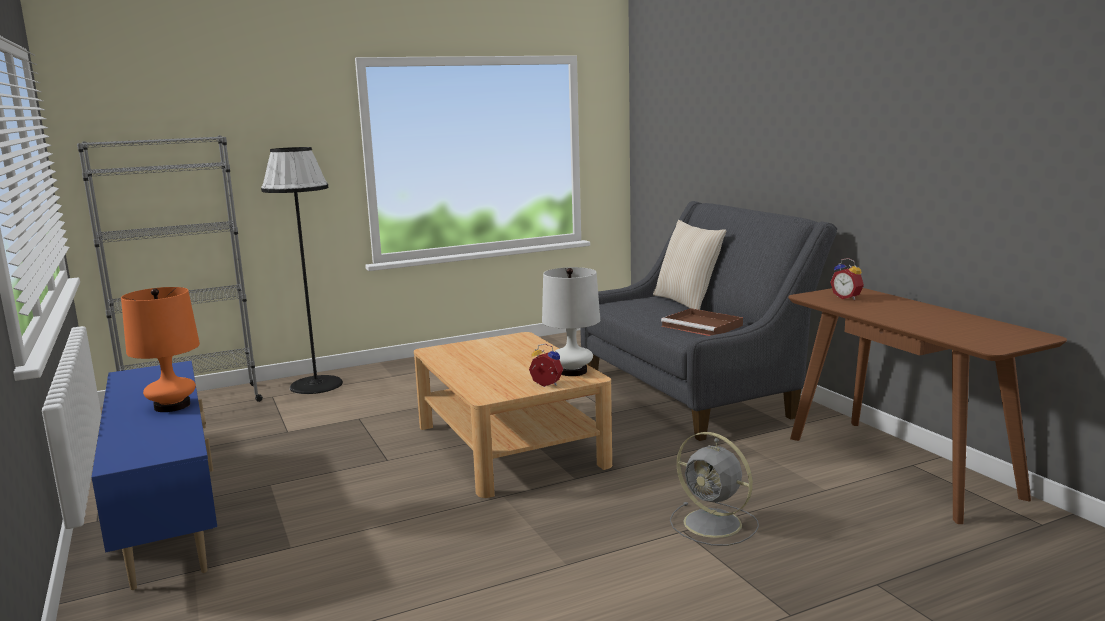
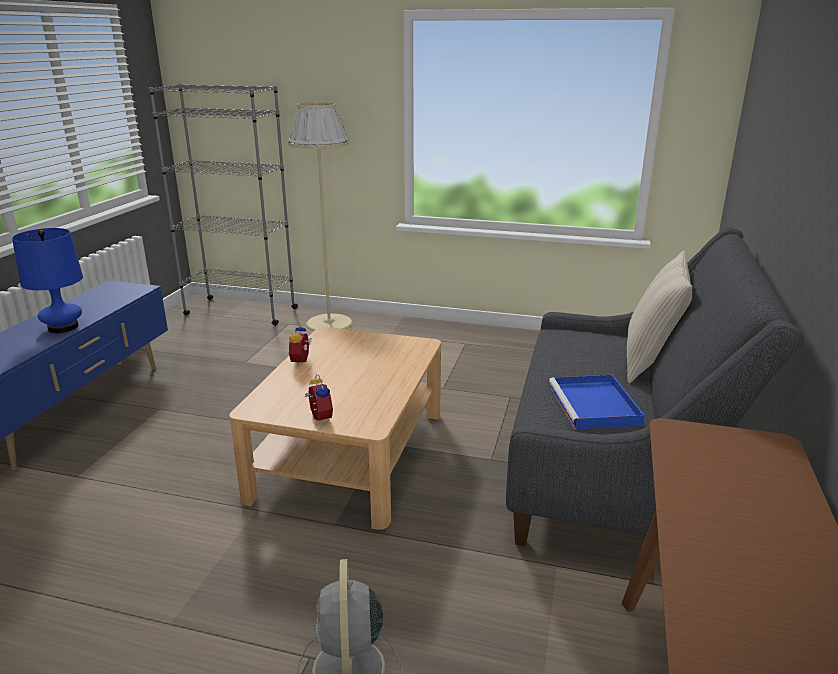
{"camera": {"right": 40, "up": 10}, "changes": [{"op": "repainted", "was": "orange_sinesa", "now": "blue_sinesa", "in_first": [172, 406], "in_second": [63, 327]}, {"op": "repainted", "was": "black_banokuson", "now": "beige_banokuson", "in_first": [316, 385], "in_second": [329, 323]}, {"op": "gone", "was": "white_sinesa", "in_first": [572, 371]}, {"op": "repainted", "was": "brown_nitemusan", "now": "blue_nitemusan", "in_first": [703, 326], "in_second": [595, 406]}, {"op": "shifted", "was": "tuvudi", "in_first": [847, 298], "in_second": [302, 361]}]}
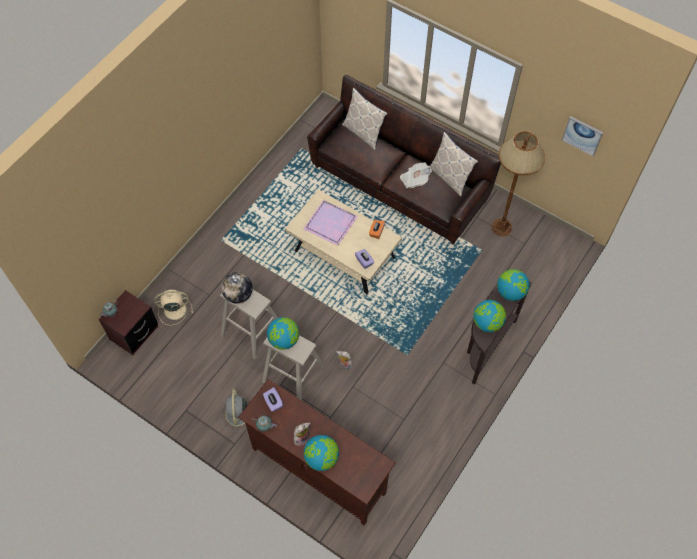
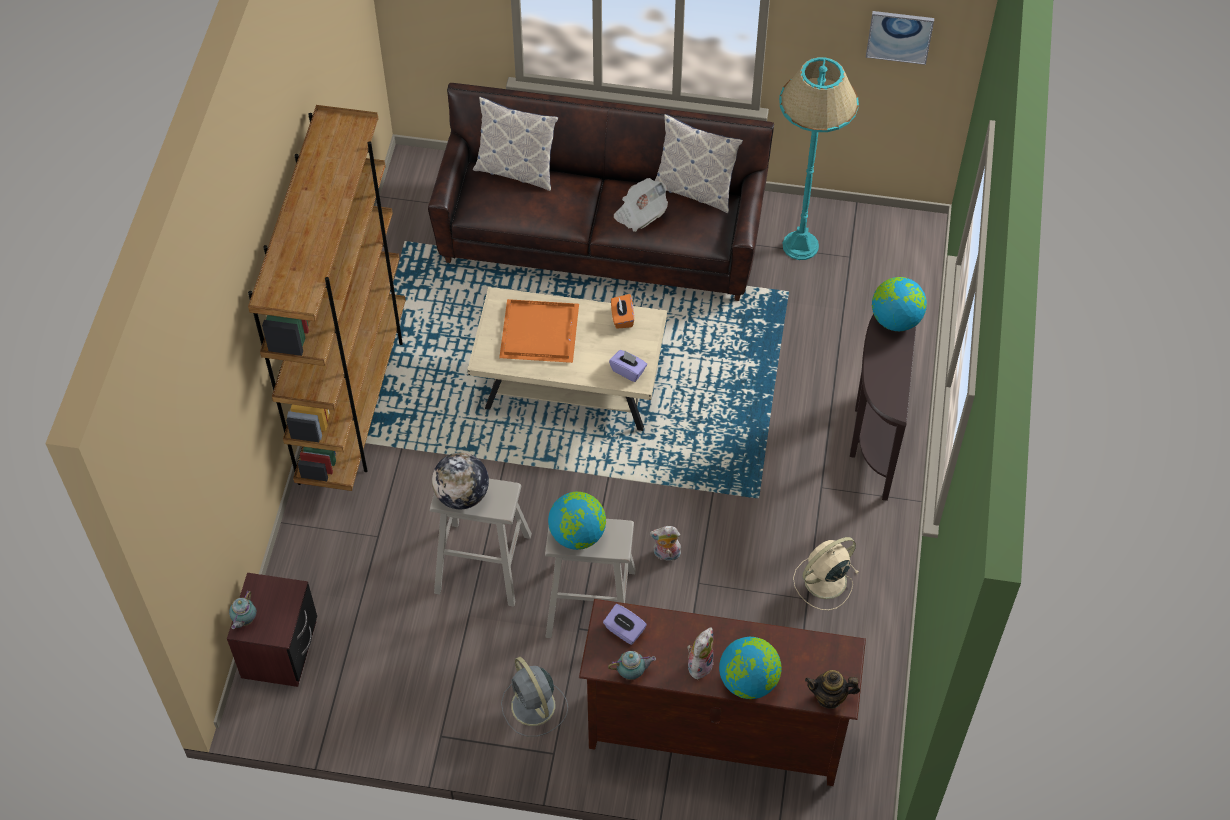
{"camera": {"right": -25, "up": -5}, "changes": [{"op": "shifted", "was": "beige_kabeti", "in_first": [174, 310], "in_second": [823, 581]}, {"op": "repainted", "was": "purple_nitemusan", "now": "orange_nitemusan", "in_first": [331, 224], "in_second": [541, 334]}, {"op": "gone", "was": "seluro", "in_first": [487, 323]}, {"op": "repainted", "was": "brown_banokuson", "now": "turquoise_banokuson", "in_first": [501, 227], "in_second": [800, 246]}, {"op": "new", "now": "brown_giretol", "in_second": [353, 401]}, {"op": "new", "now": "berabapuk", "in_second": [829, 697]}]}
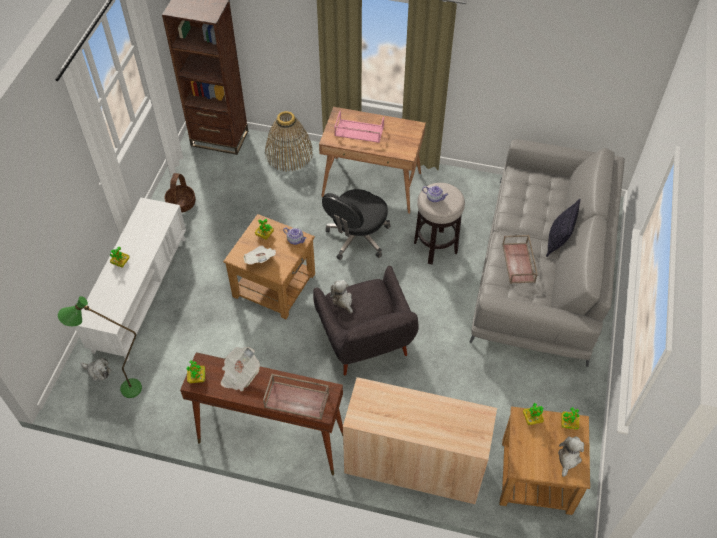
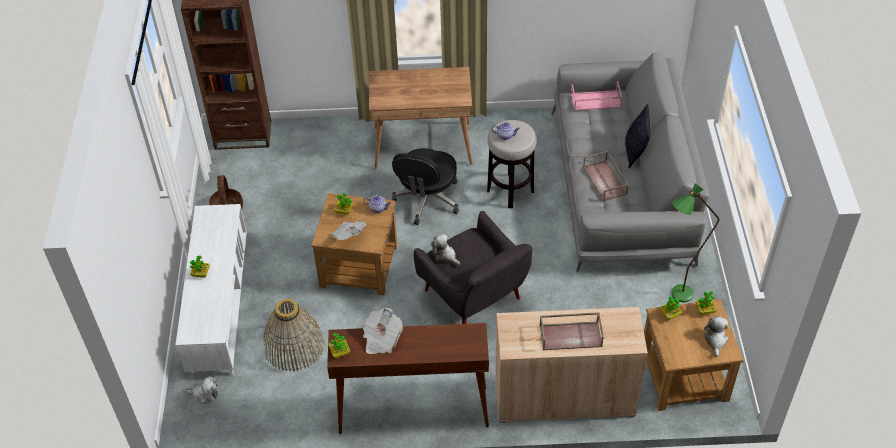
{"camera": {"right": -15, "up": -5}, "changes": [{"op": "shifted", "was": "green_banokuson", "in_first": [123, 390], "in_second": [675, 297]}, {"op": "shifted", "was": "brown_nitemusan", "in_first": [297, 399], "in_second": [571, 335]}, {"op": "shifted", "was": "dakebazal", "in_first": [289, 154], "in_second": [294, 346]}, {"op": "shifted", "was": "pink_nitemusan", "in_first": [358, 131], "in_second": [595, 101]}]}
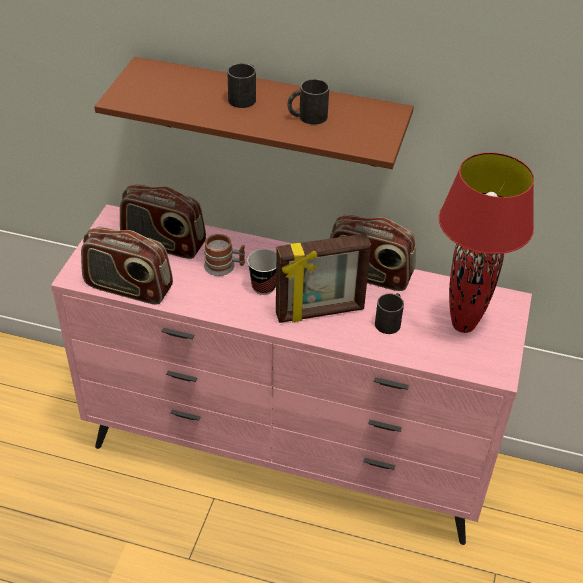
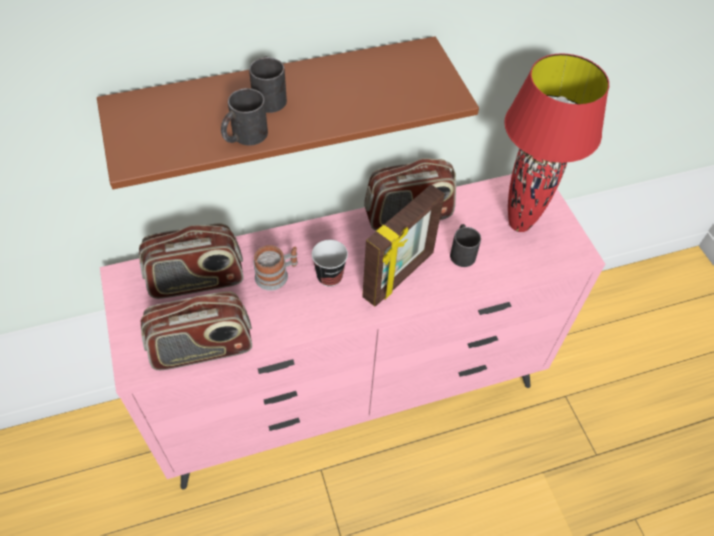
{"camera": {"right": -35, "up": 10}, "changes": [{"op": "shifted", "was": "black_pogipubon", "in_first": [307, 117], "in_second": [244, 136]}]}
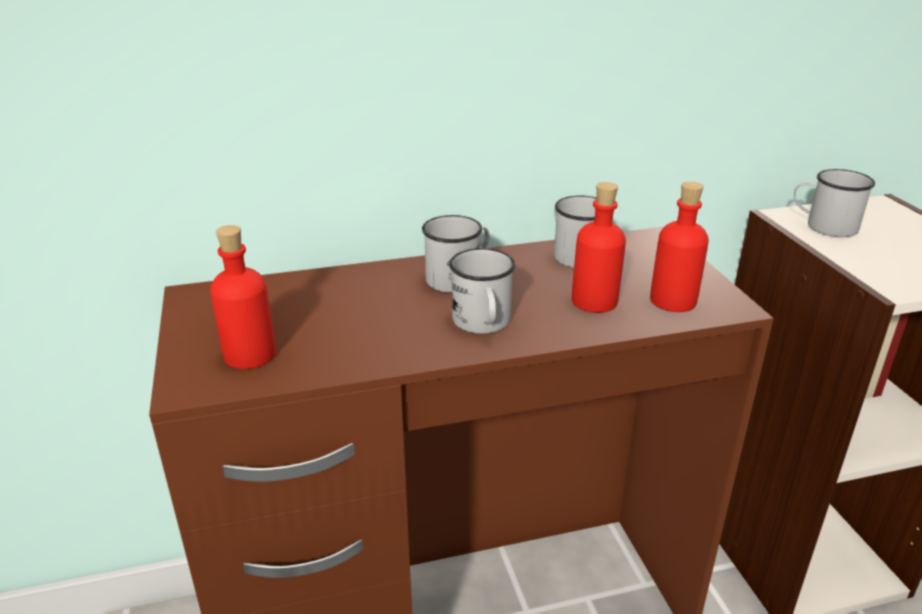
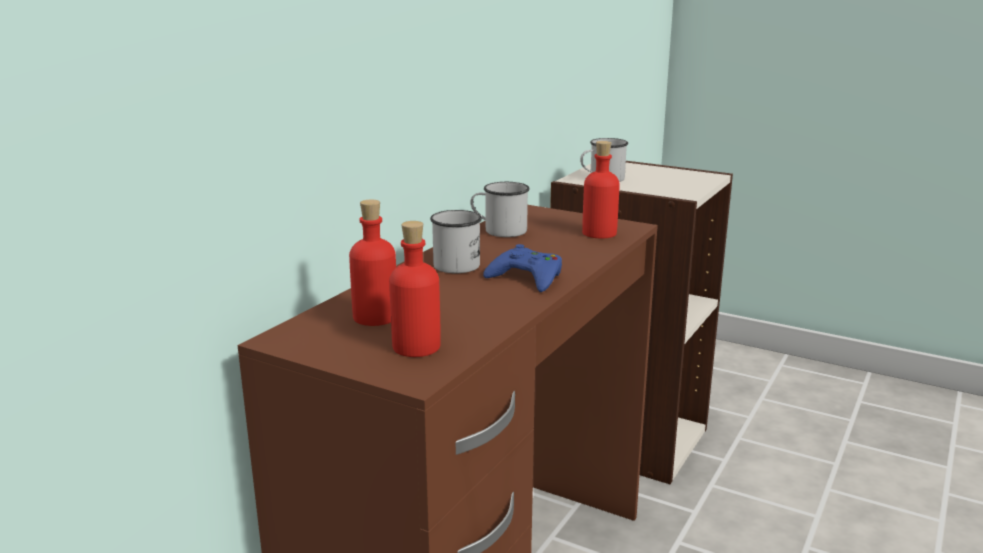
{"camera": {"right": -45, "up": -10}, "changes": [{"op": "swapped", "was": "white_pogipubon", "now": "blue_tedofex", "in_first": [483, 324], "in_second": [526, 277]}, {"op": "shifted", "was": "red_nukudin", "in_first": [594, 301], "in_second": [375, 317]}]}
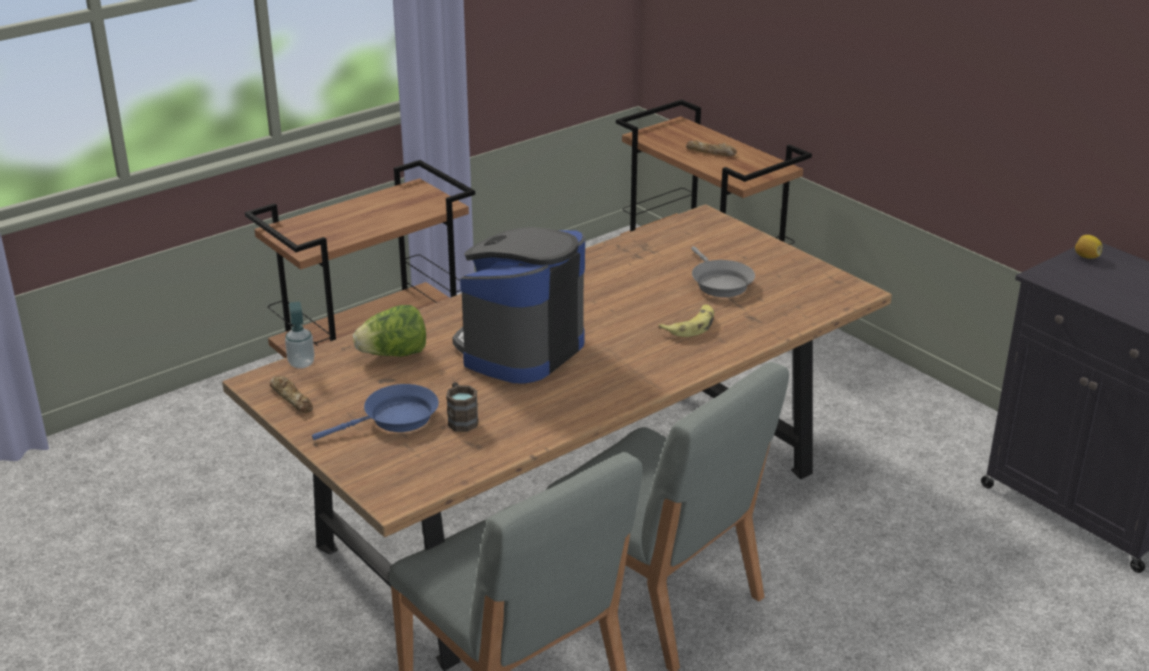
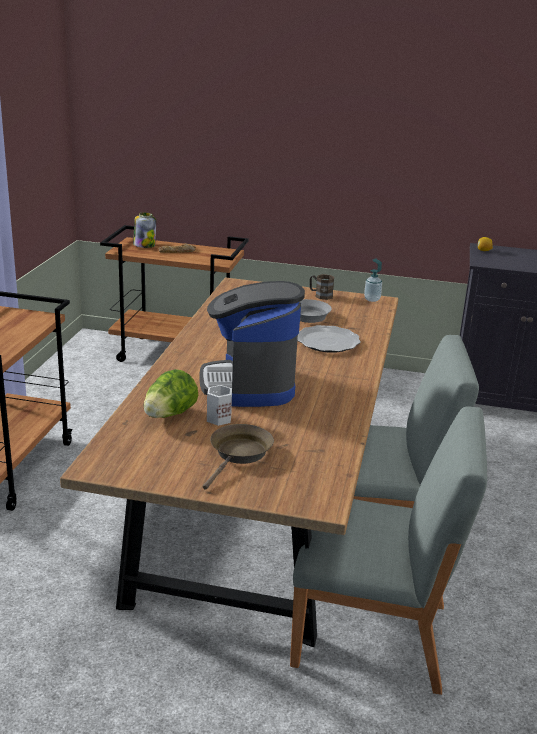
{"camera": {"right": -40, "up": -5}, "changes": [{"op": "gone", "was": "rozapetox", "in_first": [292, 398]}, {"op": "shifted", "was": "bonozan", "in_first": [301, 363], "in_second": [372, 299]}, {"op": "repainted", "was": "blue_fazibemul", "now": "brown_fazibemul", "in_first": [395, 419], "in_second": [239, 454]}, {"op": "shifted", "was": "brown_pogipubon", "in_first": [461, 419], "in_second": [320, 295]}, {"op": "swapped", "was": "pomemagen", "now": "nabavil", "in_first": [690, 326], "in_second": [327, 342]}, {"op": "new", "now": "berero", "in_second": [144, 245]}, {"op": "new", "now": "white_pogipubon", "in_second": [217, 418]}]}
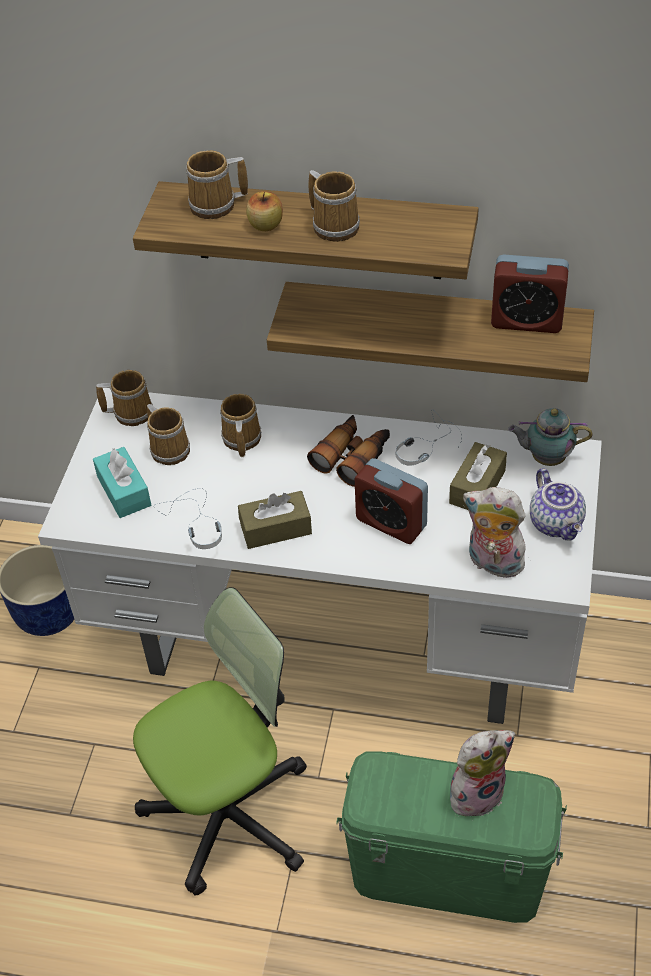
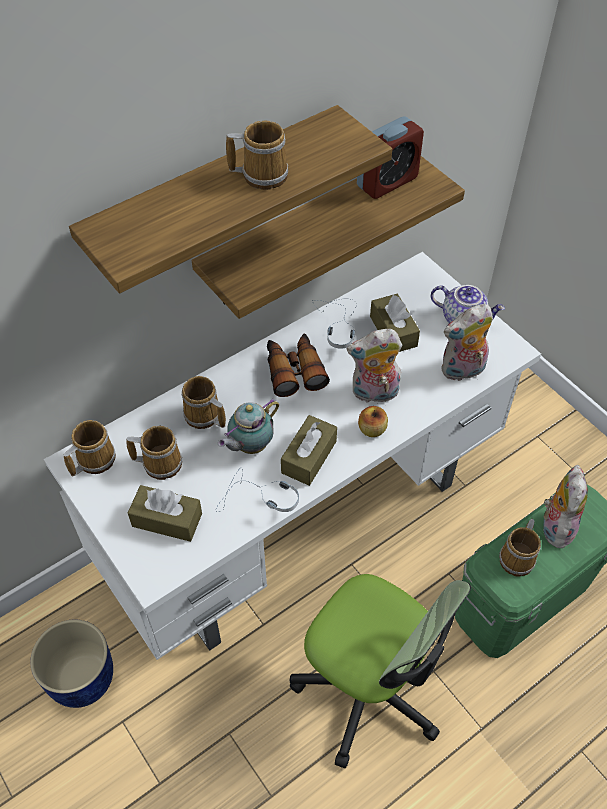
{"camera": {"right": -50, "up": 5}, "changes": [{"op": "repainted", "was": "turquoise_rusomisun", "now": "brown_rusomisun", "in_first": [124, 491], "in_second": [167, 520]}, {"op": "rotated", "was": "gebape", "in_first": [228, 813], "in_second": [369, 688], "clockwise": 120}, {"op": "shifted", "was": "pogipubon", "in_first": [216, 205], "in_second": [518, 558]}, {"op": "shifted", "was": "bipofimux", "in_first": [265, 225], "in_second": [372, 429]}, {"op": "swapped", "was": "tuvudi", "now": "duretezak", "in_first": [391, 523], "in_second": [374, 393]}, {"op": "shifted", "was": "berabapuk", "in_first": [545, 458], "in_second": [250, 446]}]}
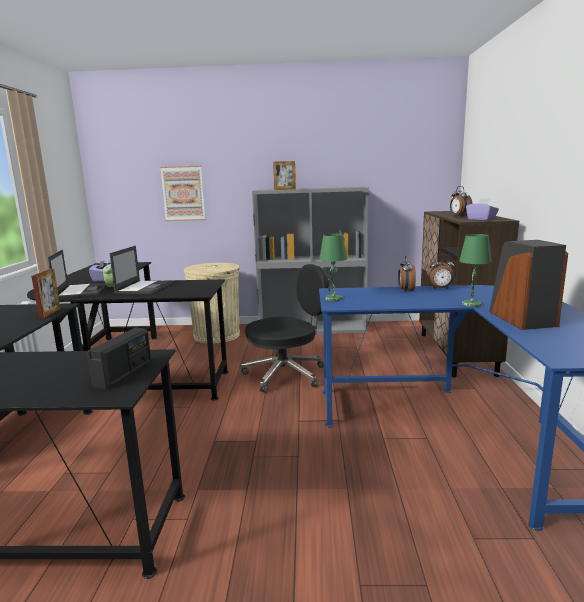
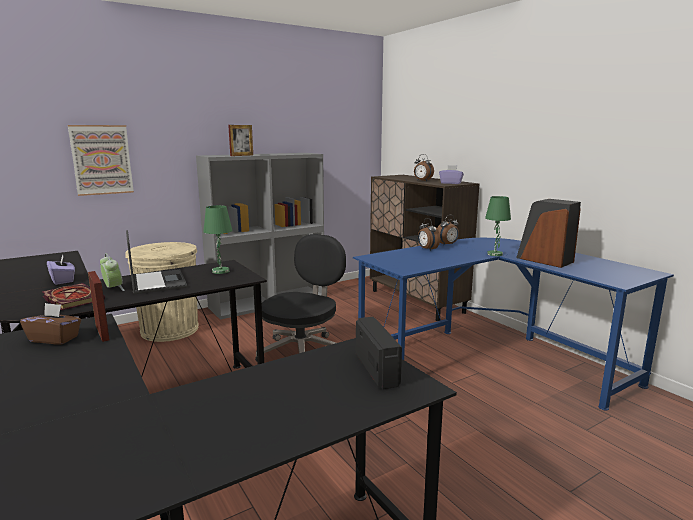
{"camera": {"right": -35, "up": 0}, "changes": [{"op": "swapped", "was": "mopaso", "now": "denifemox", "in_first": [81, 291], "in_second": [71, 299]}, {"op": "shifted", "was": "green_sinesa", "in_first": [333, 299], "in_second": [221, 271]}, {"op": "new", "now": "brown_rusomisun", "in_second": [54, 339]}]}
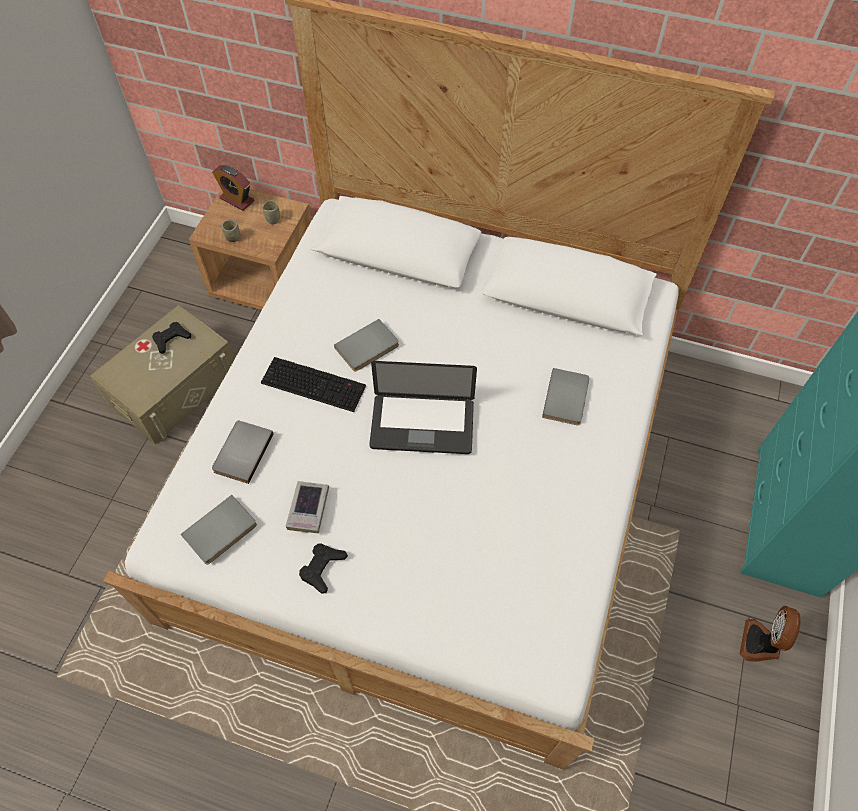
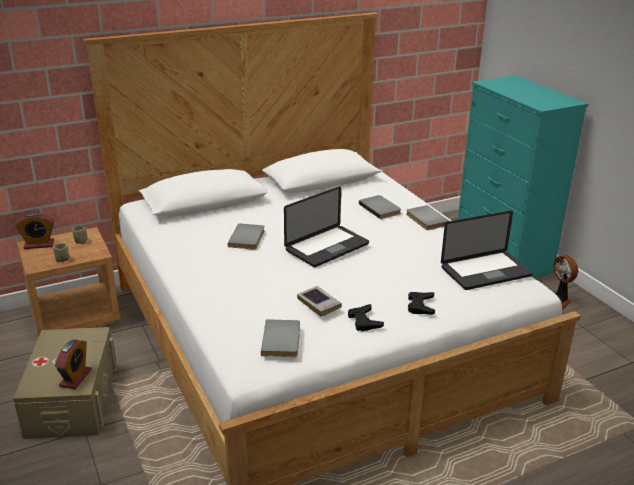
{"camera": {"right": -45, "up": -30}, "changes": [{"op": "shifted", "was": "black_tedofex", "in_first": [171, 339], "in_second": [420, 306]}, {"op": "shifted", "was": "grey_denifemox", "in_first": [241, 452], "in_second": [425, 219]}, {"op": "gone", "was": "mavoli", "in_first": [315, 383]}, {"op": "new", "now": "tuvudi", "in_second": [75, 378]}, {"op": "new", "now": "mopaso", "in_second": [485, 272]}]}
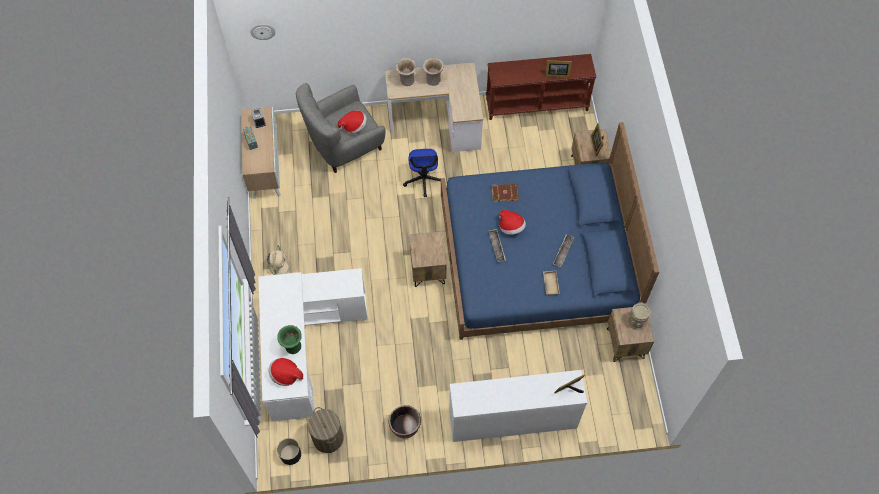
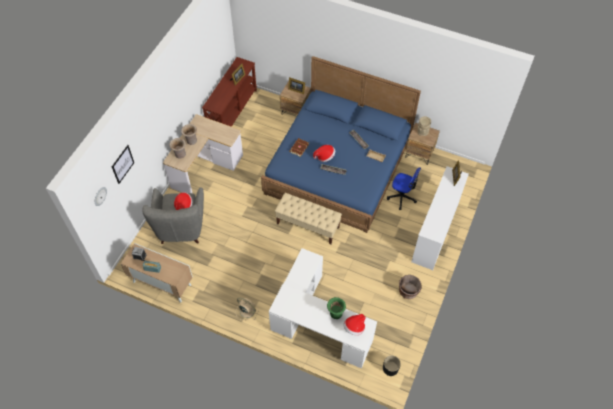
{"camera": {"right": -60, "up": -5}, "changes": [{"op": "gone", "was": "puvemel", "in_first": [328, 438]}, {"op": "shifted", "was": "gebape", "in_first": [423, 179], "in_second": [401, 197]}, {"op": "swapped", "was": "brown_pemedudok", "now": "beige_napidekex", "in_first": [428, 270], "in_second": [308, 225]}, {"op": "new", "now": "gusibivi", "in_second": [122, 164]}]}
